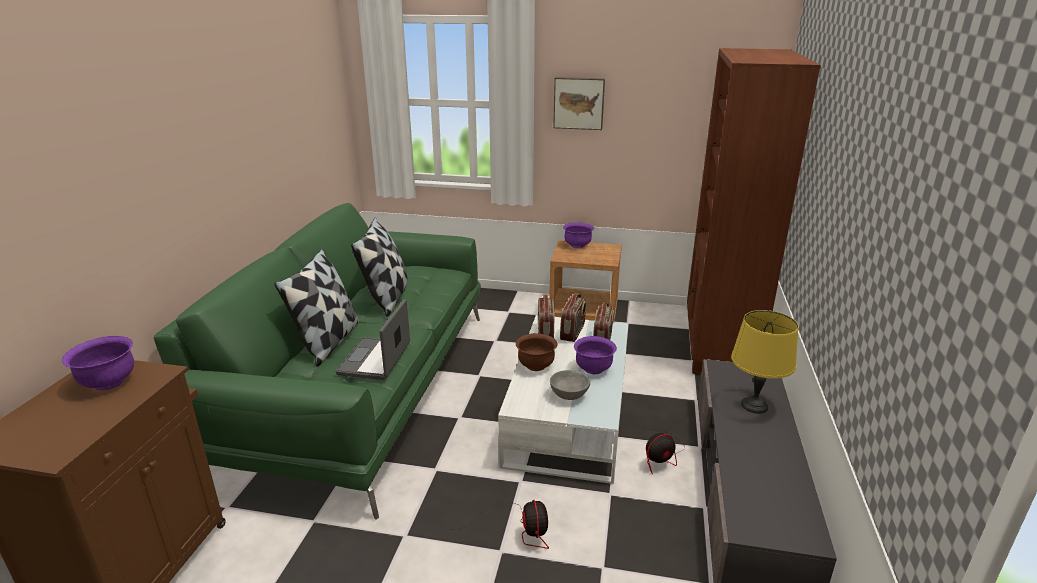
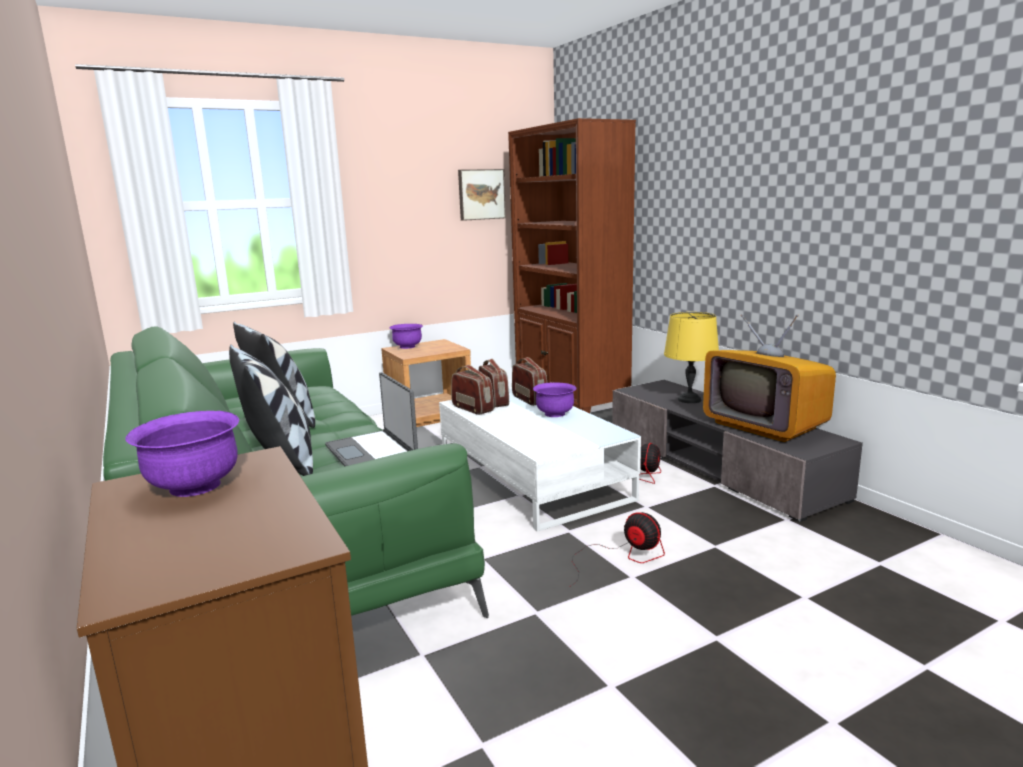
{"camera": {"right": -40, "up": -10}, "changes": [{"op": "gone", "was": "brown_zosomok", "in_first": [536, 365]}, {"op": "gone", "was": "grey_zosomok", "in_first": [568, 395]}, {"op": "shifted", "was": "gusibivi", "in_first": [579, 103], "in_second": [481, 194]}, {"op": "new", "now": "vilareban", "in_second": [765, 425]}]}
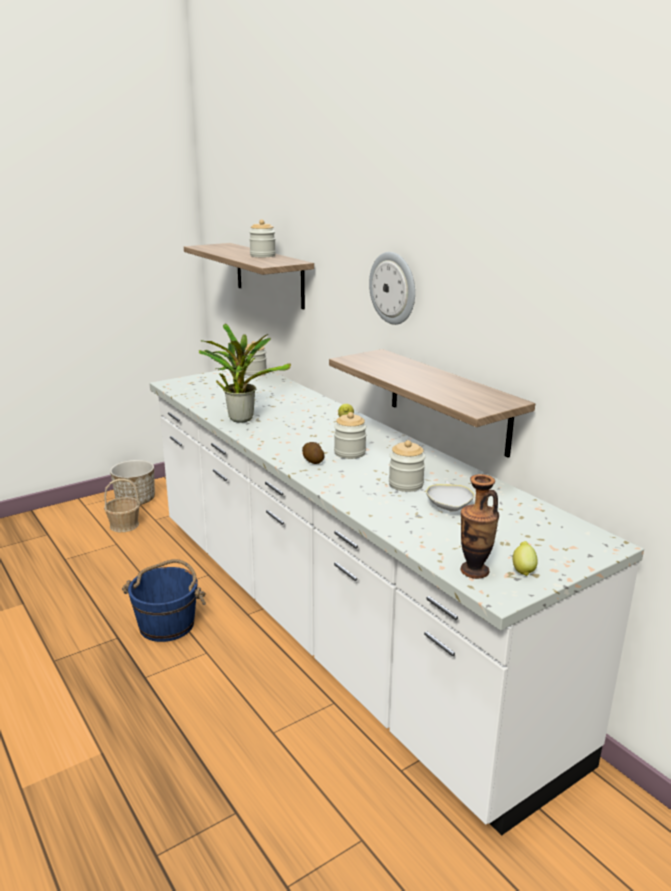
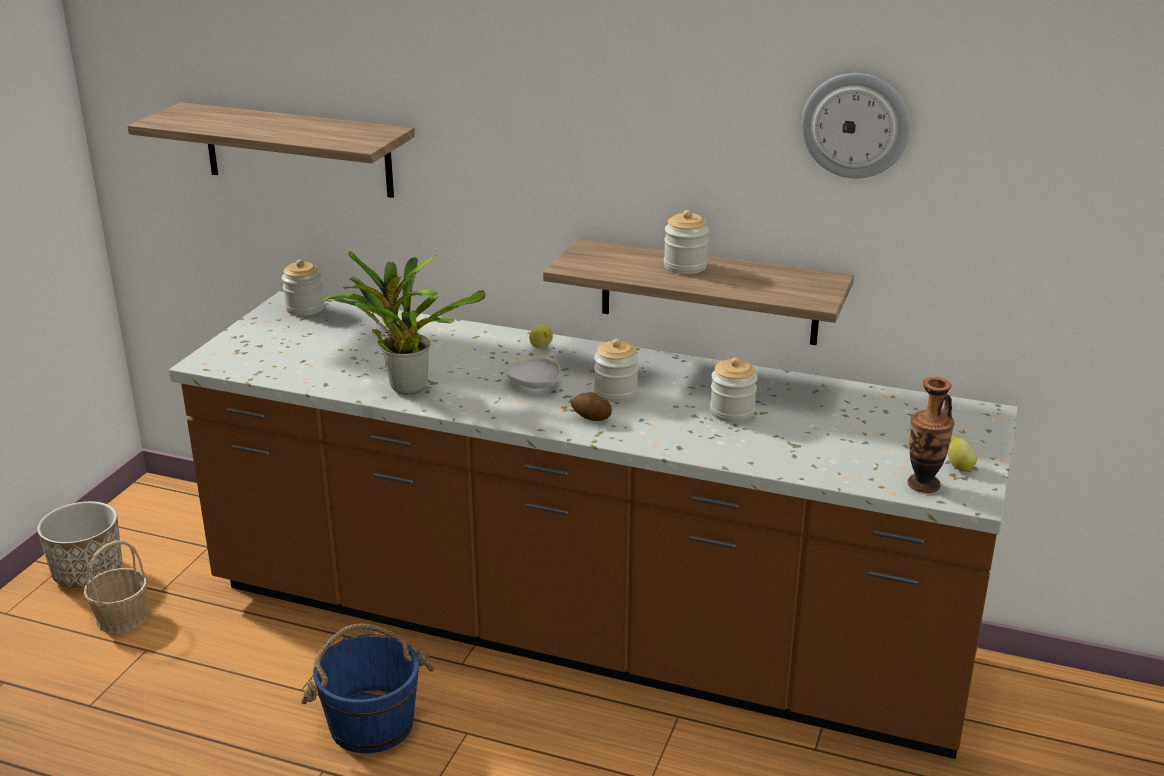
{"camera": {"right": -35, "up": 5}, "changes": [{"op": "repainted", "was": "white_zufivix", "now": "brown_zufivix", "in_first": [334, 625], "in_second": [582, 630]}, {"op": "shifted", "was": "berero", "in_first": [262, 255], "in_second": [685, 266]}, {"op": "shifted", "was": "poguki", "in_first": [393, 288], "in_second": [855, 125]}, {"op": "shifted", "was": "white_zosomok", "in_first": [449, 506], "in_second": [534, 384]}]}
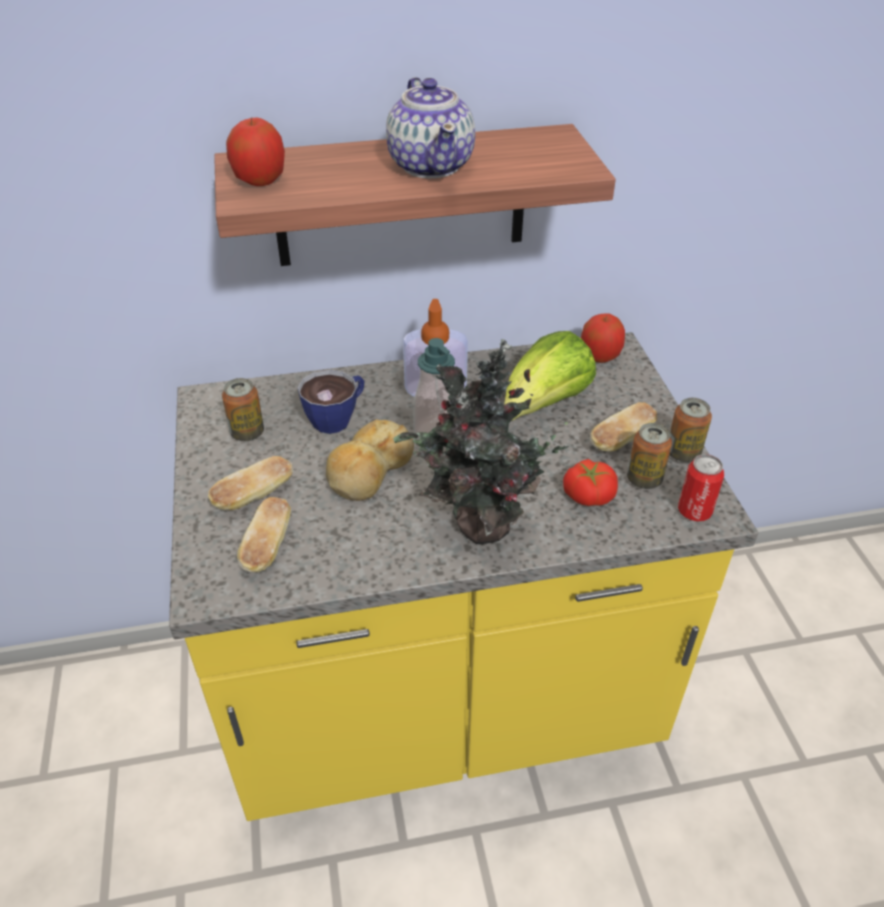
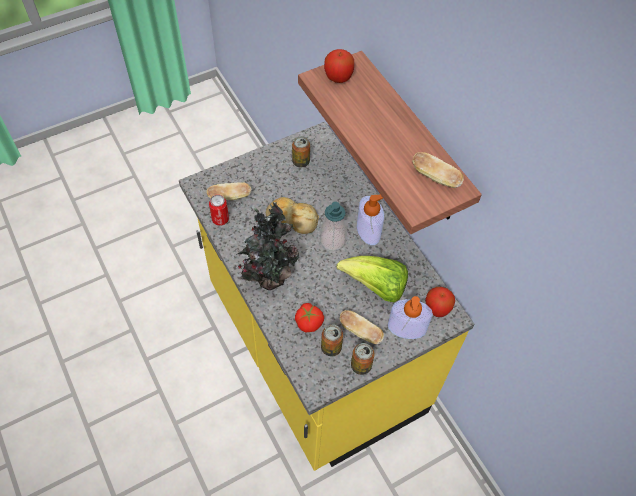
{"camera": {"right": 70, "up": 15}, "changes": [{"op": "shifted", "was": "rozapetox", "in_first": [254, 496], "in_second": [435, 177]}, {"op": "gone", "was": "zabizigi", "in_first": [338, 417]}, {"op": "gone", "was": "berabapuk", "in_first": [431, 165]}, {"op": "shifted", "was": "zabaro", "in_first": [694, 511], "in_second": [220, 219]}, {"op": "new", "now": "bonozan", "in_second": [407, 328]}]}
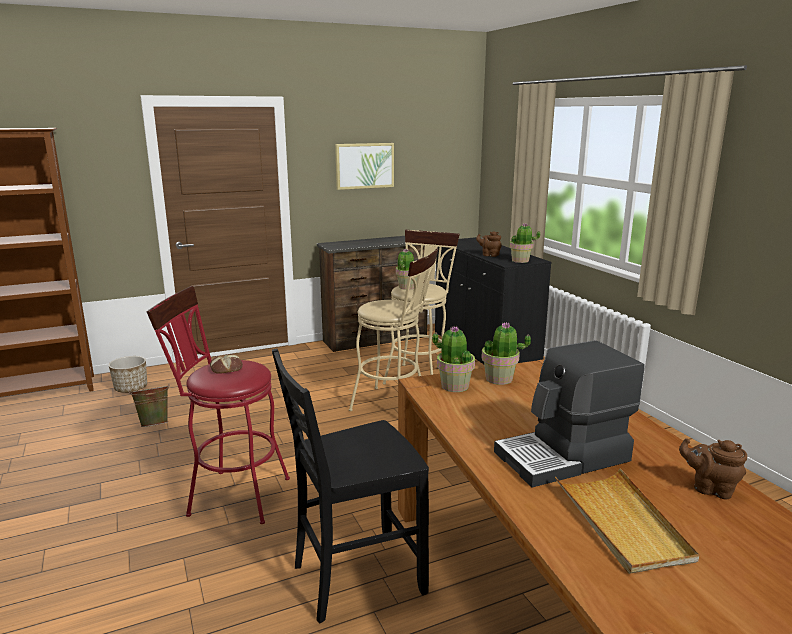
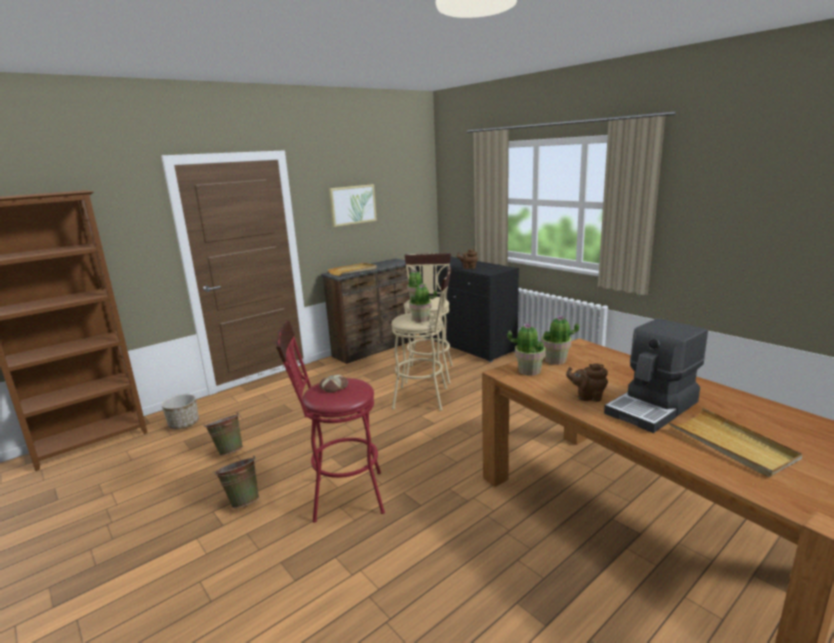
{"camera": {"right": -15, "up": 0}, "changes": [{"op": "gone", "was": "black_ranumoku", "in_first": [355, 577]}, {"op": "shifted", "was": "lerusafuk", "in_first": [520, 261], "in_second": [421, 319]}, {"op": "shifted", "was": "brown_berabapuk", "in_first": [710, 488], "in_second": [587, 397]}, {"op": "new", "now": "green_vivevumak", "in_second": [243, 501]}, {"op": "new", "now": "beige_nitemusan", "in_second": [353, 271]}]}
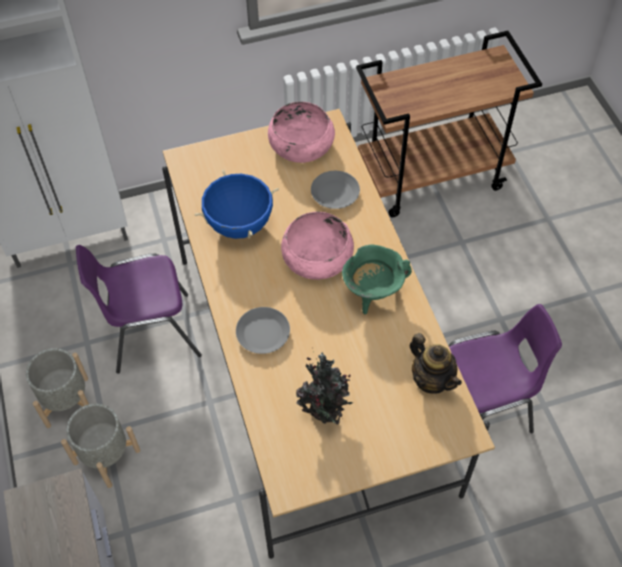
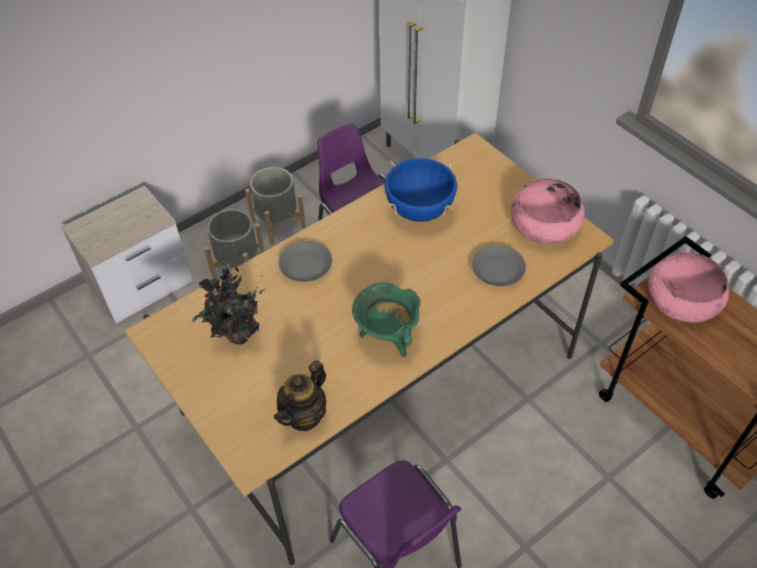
{"camera": {"right": 70, "up": -5}, "changes": [{"op": "shifted", "was": "pink_zosomok", "in_first": [317, 257], "in_second": [683, 300]}]}
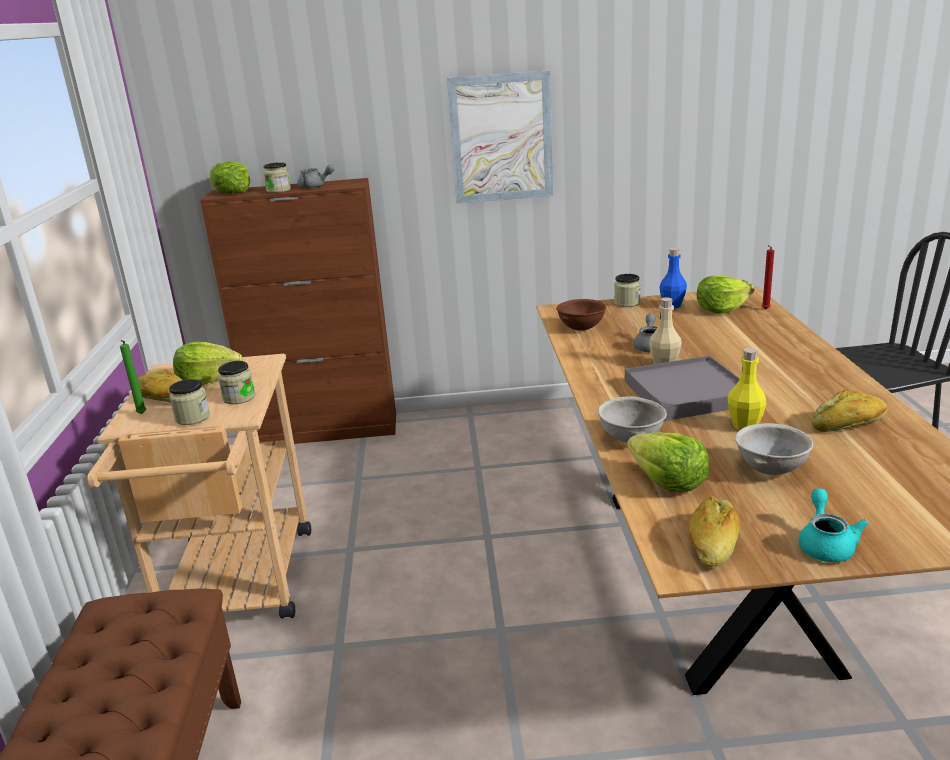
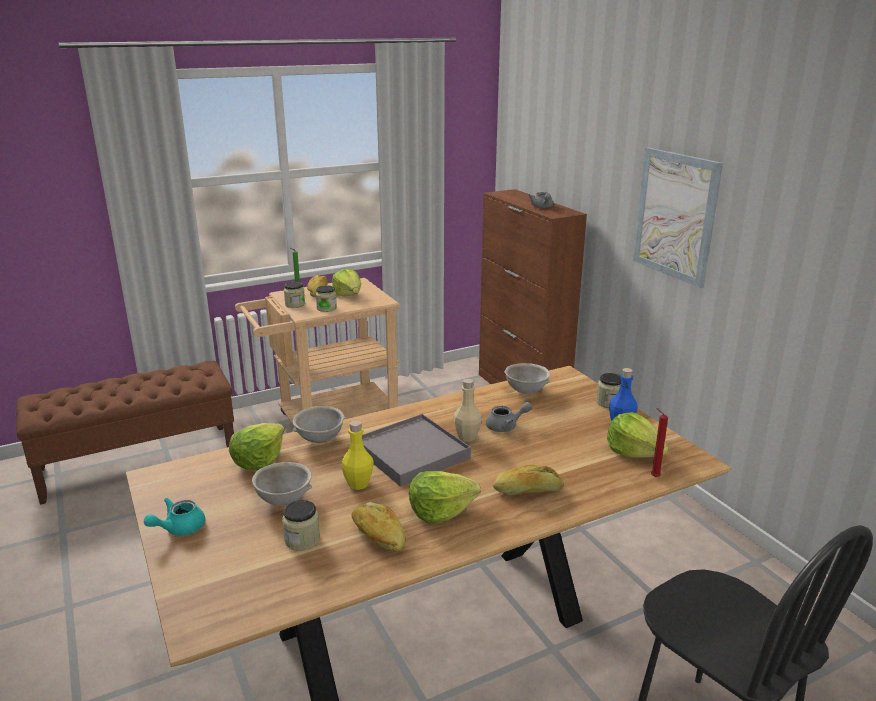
{"camera": {"right": 65, "up": 0}, "changes": [{"op": "shifted", "was": "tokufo", "in_first": [234, 192], "in_second": [440, 511]}, {"op": "shifted", "was": "berero", "in_first": [278, 190], "in_second": [302, 540]}, {"op": "repainted", "was": "brown_zosomok", "now": "grey_zosomok", "in_first": [580, 329], "in_second": [526, 391]}, {"op": "shifted", "was": "rozapetox", "in_first": [712, 543], "in_second": [527, 491]}, {"op": "rotated", "was": "turquoise_berabapuk", "in_first": [825, 544], "in_second": [179, 528], "clockwise": 150}]}
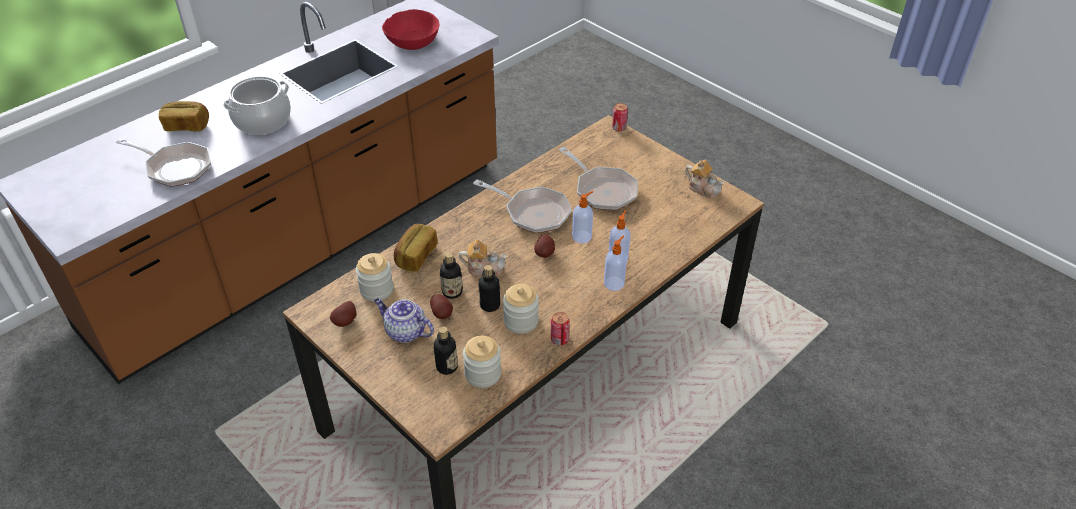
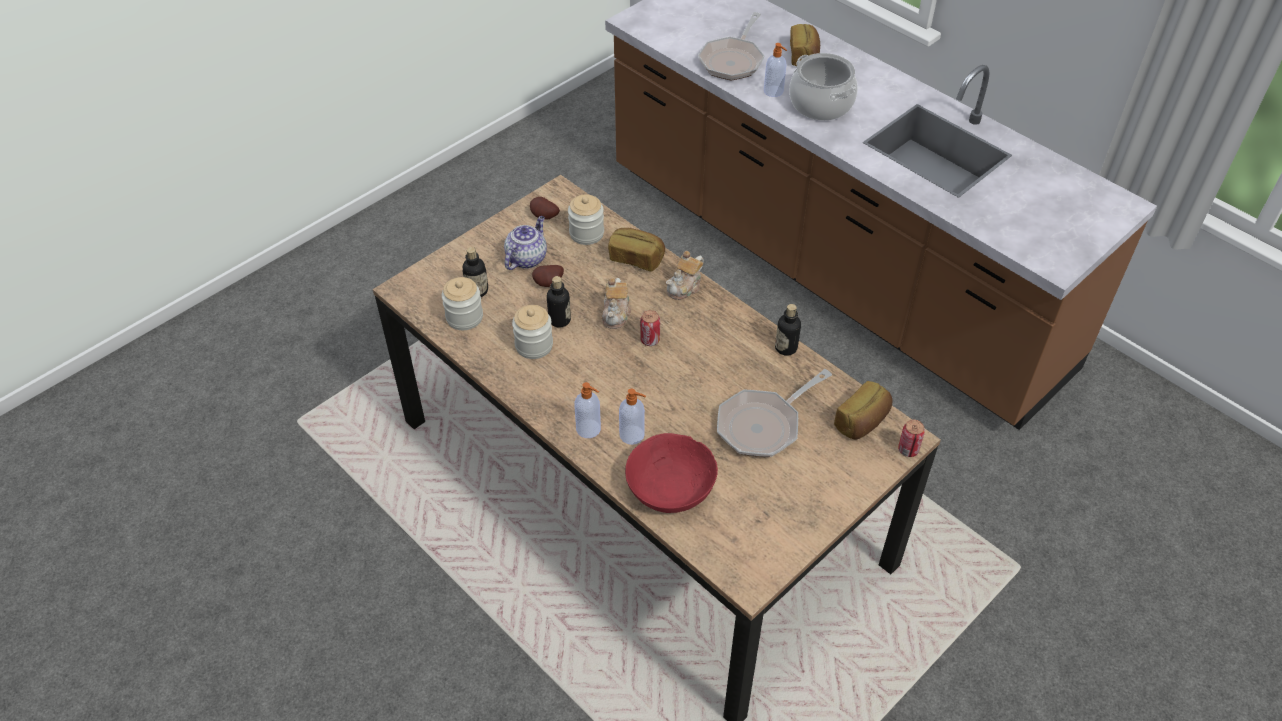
{"camera": {"right": 90, "up": 5}, "changes": [{"op": "shifted", "was": "red_zosomok", "in_first": [412, 41], "in_second": [670, 487]}, {"op": "shifted", "was": "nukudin", "in_first": [452, 292], "in_second": [786, 348]}, {"op": "gone", "was": "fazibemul", "in_first": [533, 213]}, {"op": "gone", "was": "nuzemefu", "in_first": [545, 253]}, {"op": "shifted", "was": "zabaro", "in_first": [559, 339], "in_second": [650, 340]}, {"op": "shifted", "was": "bonozan", "in_first": [582, 236], "in_second": [774, 91]}, {"op": "shifted", "was": "berabapuk", "in_first": [703, 188], "in_second": [685, 287]}, {"op": "new", "now": "rozapetox", "in_second": [862, 421]}]}
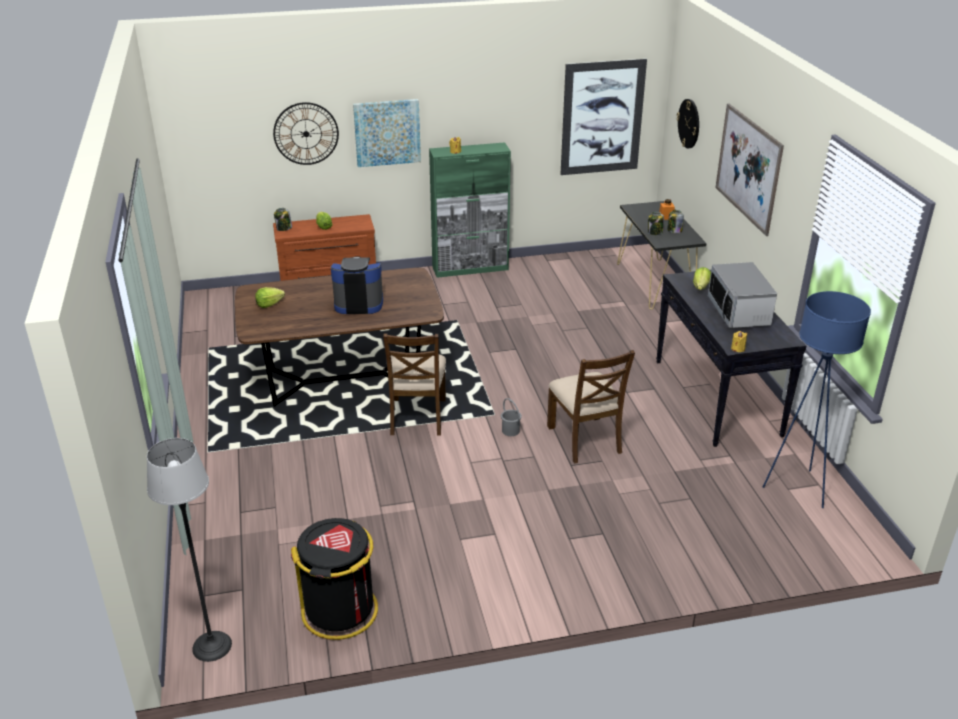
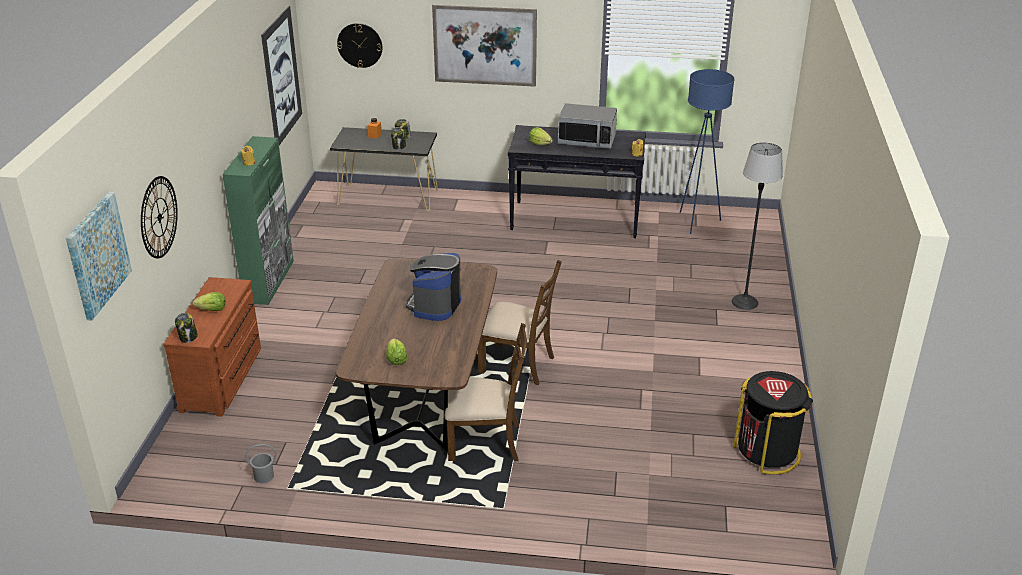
{"camera": {"right": -70, "up": 0}, "changes": [{"op": "shifted", "was": "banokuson", "in_first": [211, 646], "in_second": [744, 302]}, {"op": "shifted", "was": "gusibivi", "in_first": [387, 132], "in_second": [97, 255]}, {"op": "shifted", "was": "grey_vivevumak", "in_first": [510, 431], "in_second": [264, 476]}, {"op": "shifted", "was": "brown_ranumoku", "in_first": [585, 439], "in_second": [486, 442]}]}
